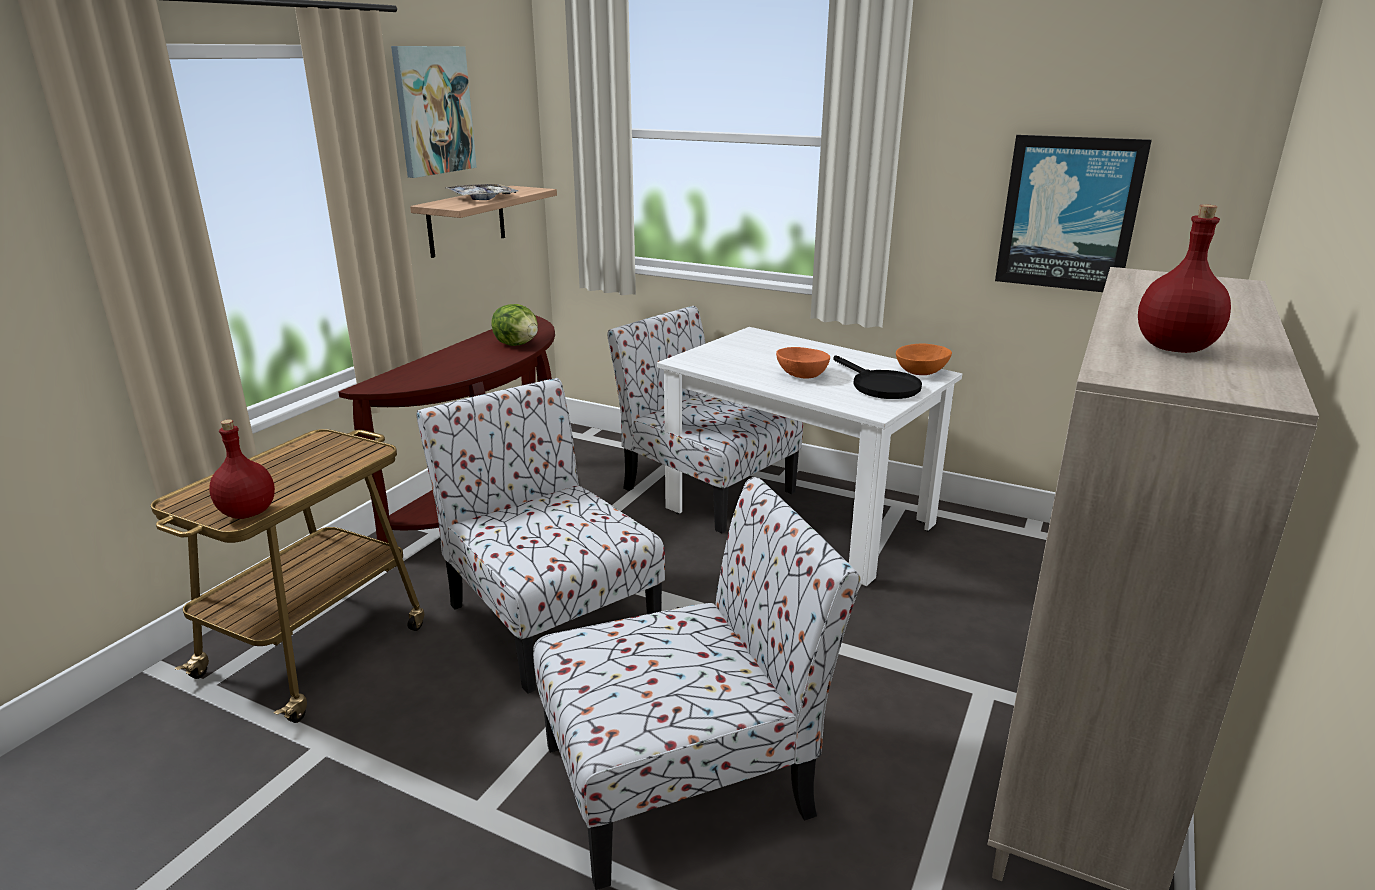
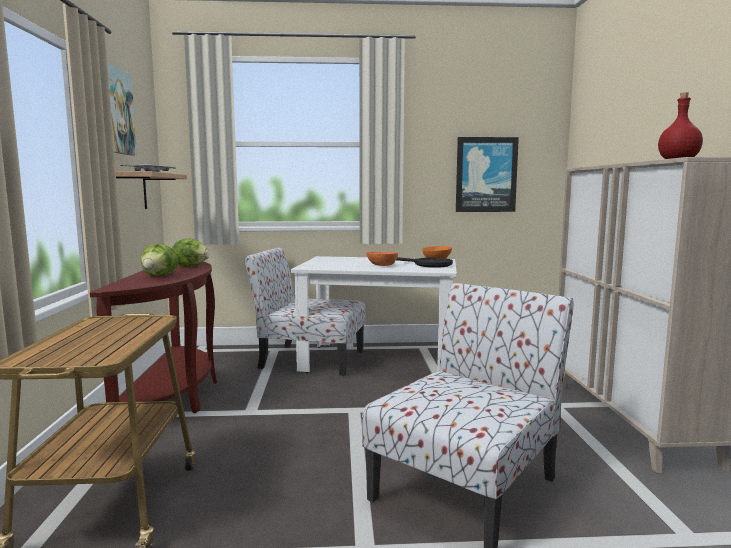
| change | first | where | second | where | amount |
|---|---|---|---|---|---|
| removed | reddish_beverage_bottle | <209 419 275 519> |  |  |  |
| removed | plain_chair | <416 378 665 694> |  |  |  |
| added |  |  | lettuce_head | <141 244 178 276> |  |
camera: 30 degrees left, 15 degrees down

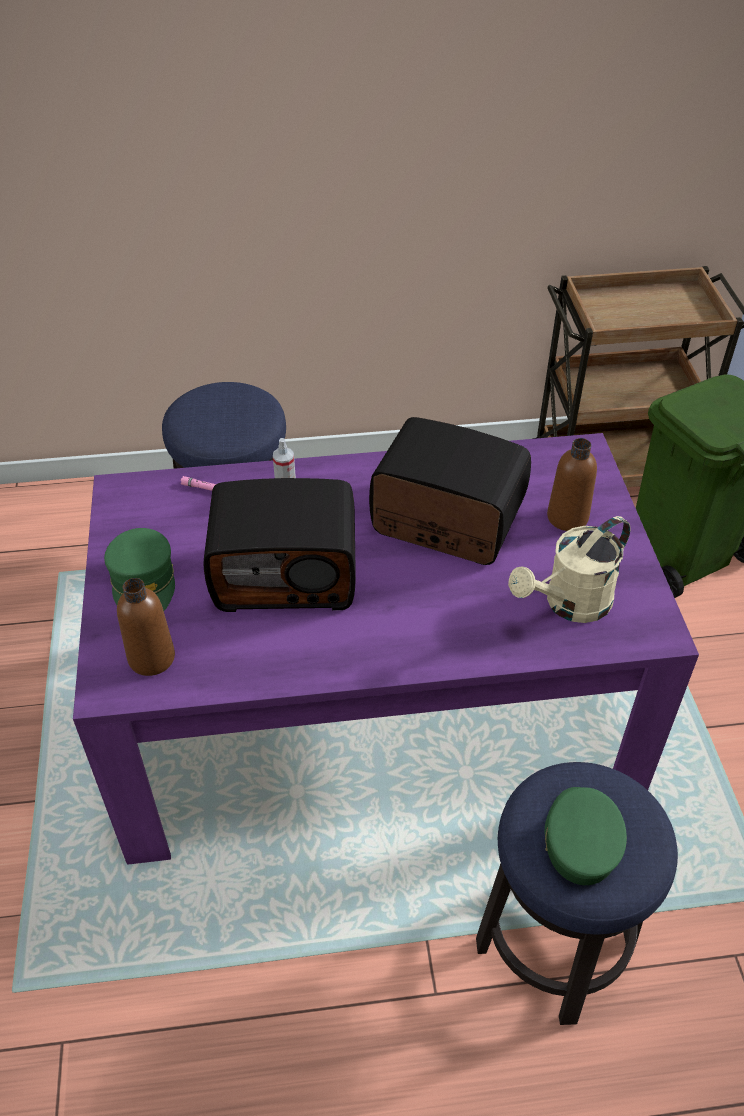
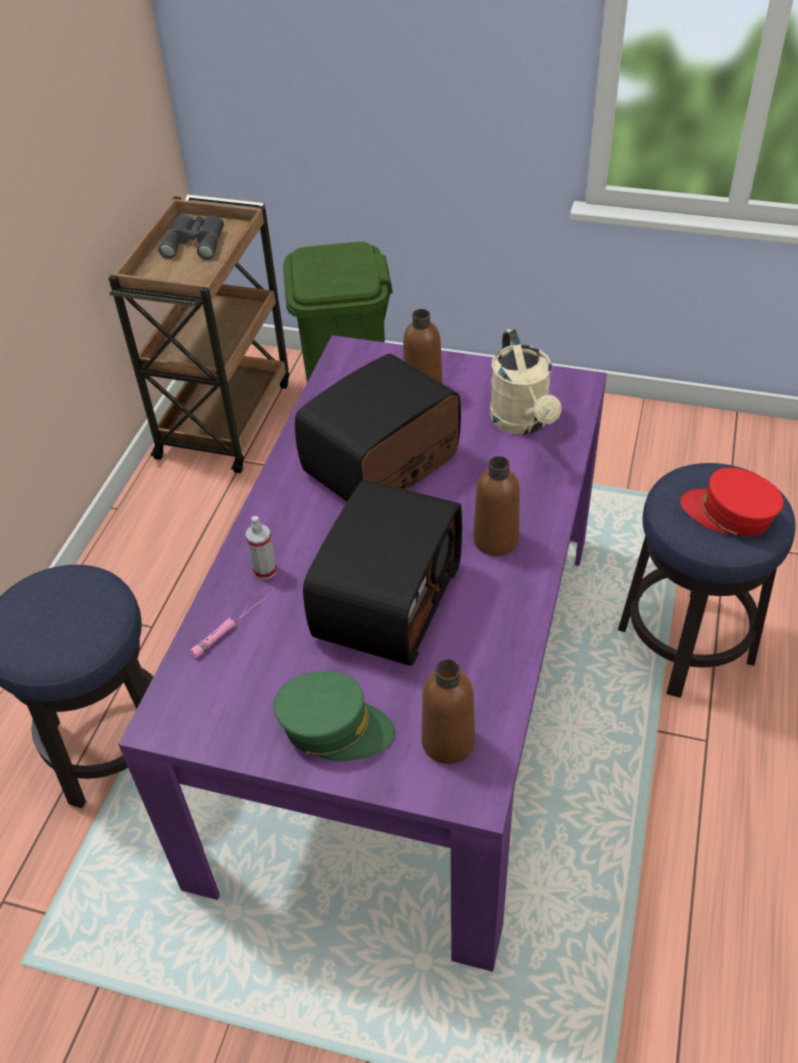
| change | first | where | second | where | amount |
|---|---|---|---|---|---|
| added |  |  | greyish_field_glasses | <158 215 224 260> |  |
| added |  |  | brownish_beverage_bottle | <473 456 520 556> |  |
| recoloured | green_baseball_cap | <545 787 627 885> | reddish_baseball_cap | <680 468 784 536> |  |
camera: 65 degrees left, 0 degrees up

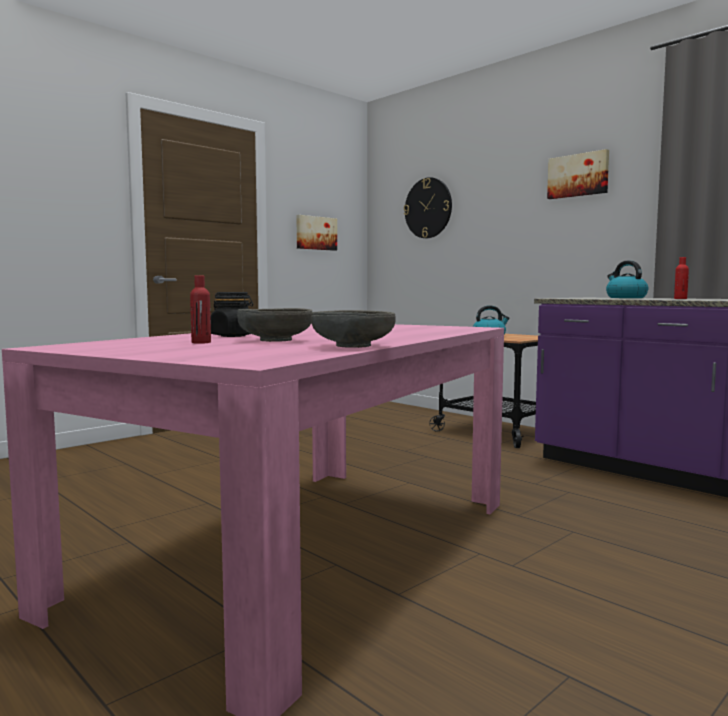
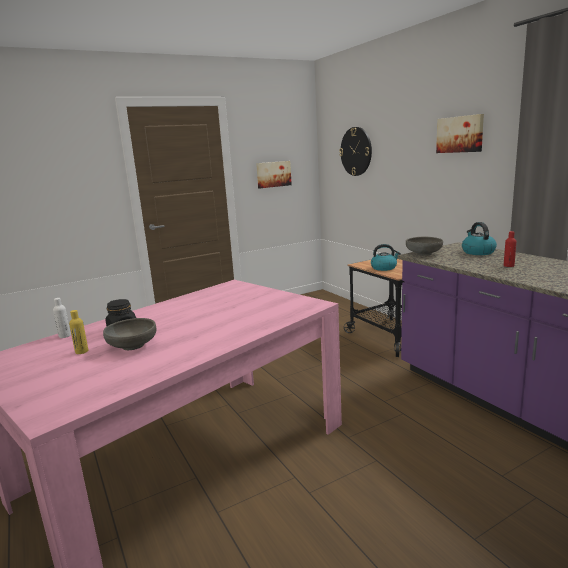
| change | first | where | second | where | amount |
|---|---|---|---|---|---|
| added |  |  | white_beverage_bottle | <53 298 71 338> |  |
| moved | greyish_bowl | <311 310 395 348> |  | <406 237 443 256> |  |
| recoloured | reddish_beverage_bottle | <190 275 211 344> | yellow_beverage_bottle | <69 310 88 354> |  |
camera: 15 degrees right, 10 degrees up

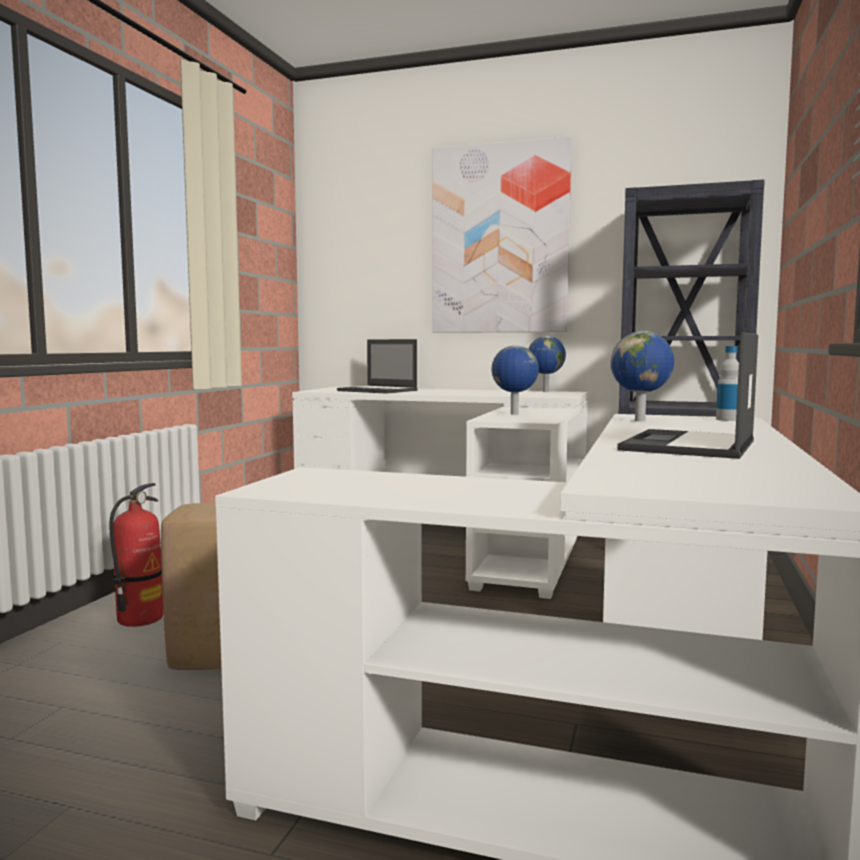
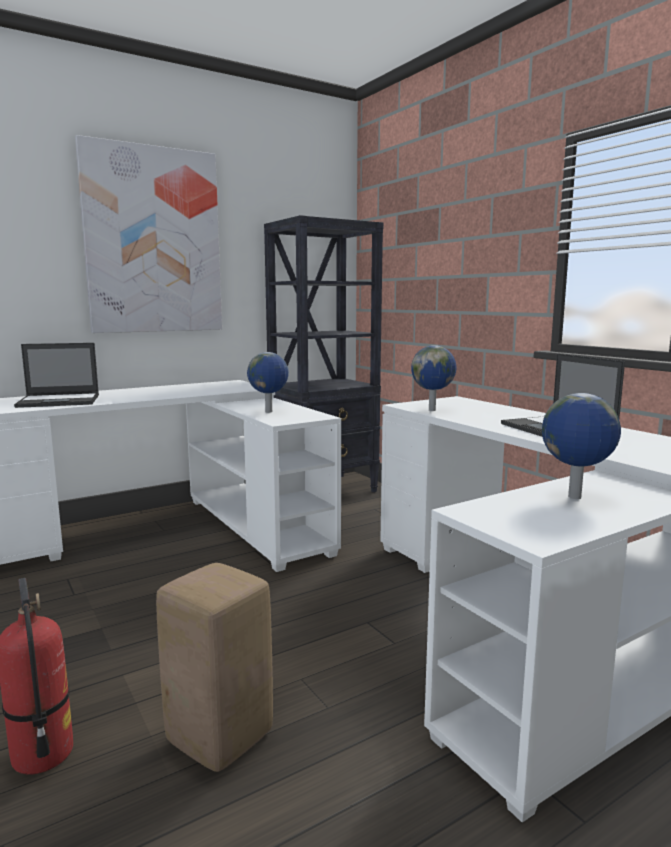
| change | first | where | second | where | amount |
|---|---|---|---|---|---|
| removed | beverage_bottle | <716 346 739 421> |  |  |  |
| moved | globe | <529 336 566 392> |  | <542 393 621 499> |  |
camera: 50 degrees left, 5 degrees up

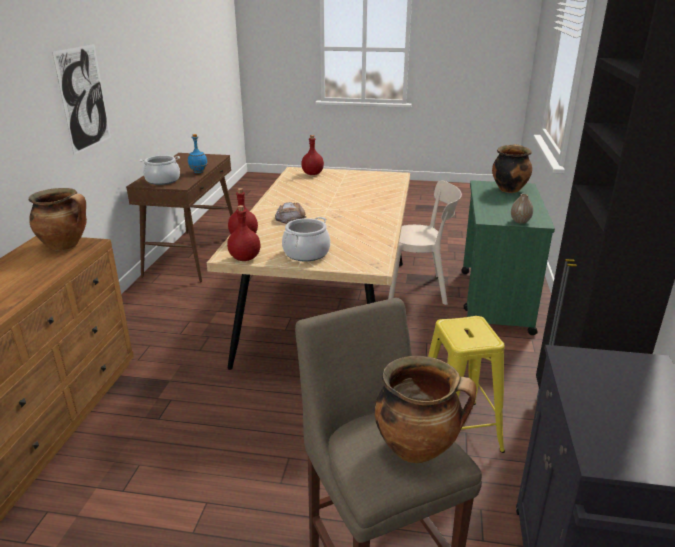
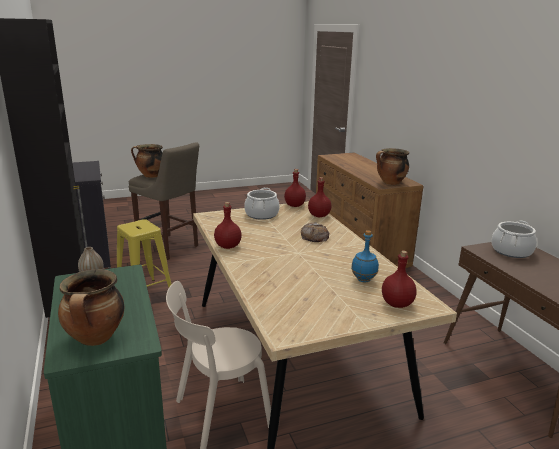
| change | first | where | second | where | amount |
|---|---|---|---|---|---|
| removed | picture | <52 44 111 155> |  |  |  |
| added |  |  | reddish_beverage_bottle | <214 202 242 249> |  |
| moved | blue_beverage_bottle | <188 134 208 173> |  | <351 230 379 283> |  |
camera: 150 degrees right, 5 degrees down

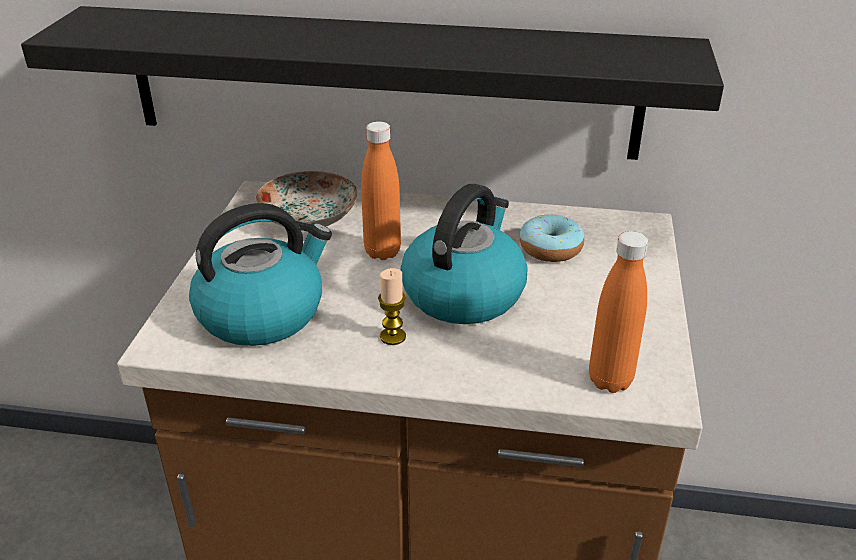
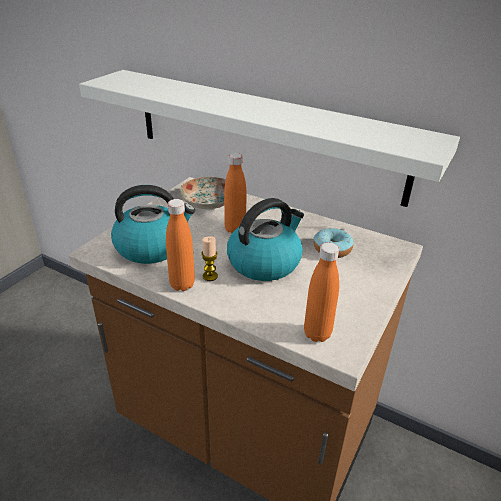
| change | first | where | second | where | amount |
|---|---|---|---|---|---|
| added |  |  | orangey_beverage_bottle | <166 199 195 291> |  |
| recoloured | black-coloured_bracket_shelf | <21 6 724 160> | white_bracket_shelf | <79 70 460 207> |  |
camera: 20 degrees right, 0 degrees up

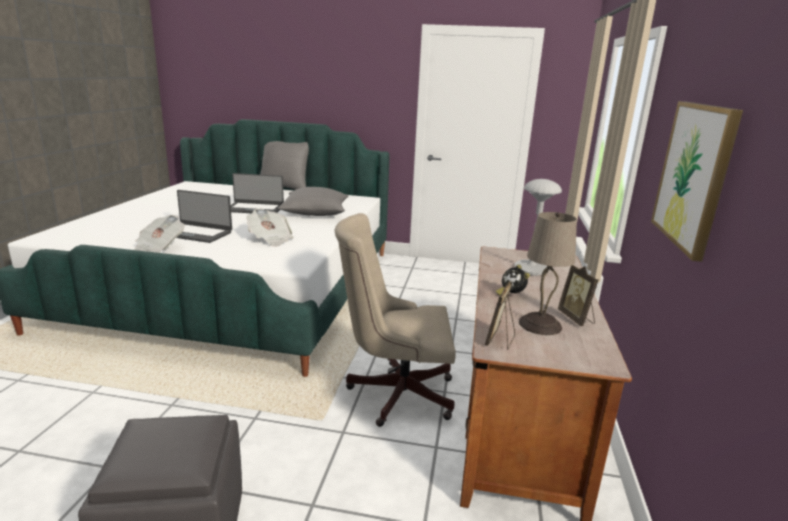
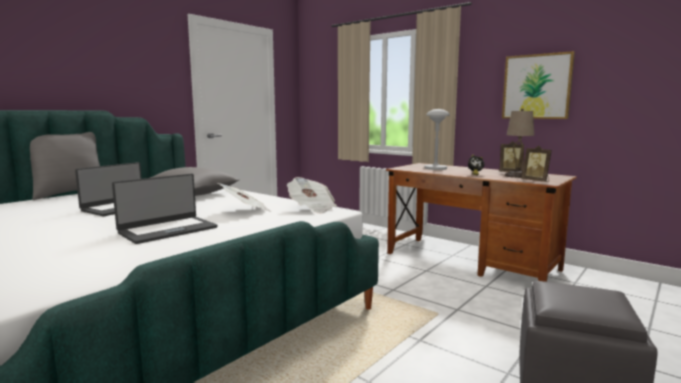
| change | first | where | second | where | amount |
|---|---|---|---|---|---|
| removed | beige-coloured_desk_chair | <335 213 456 427> |  |  |  |
| moved | newspaper | <133 215 184 253> |  | <287 177 337 214> |  |
camera: 60 degrees left, 10 degrees down

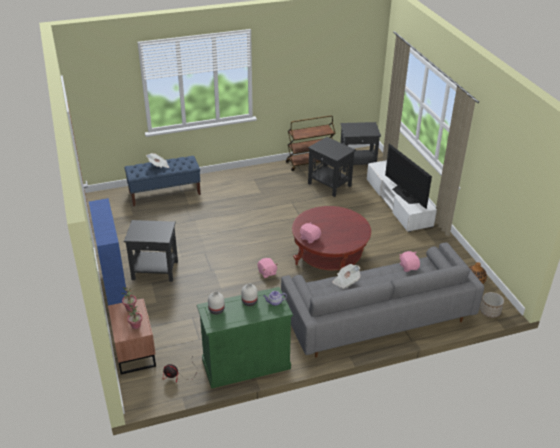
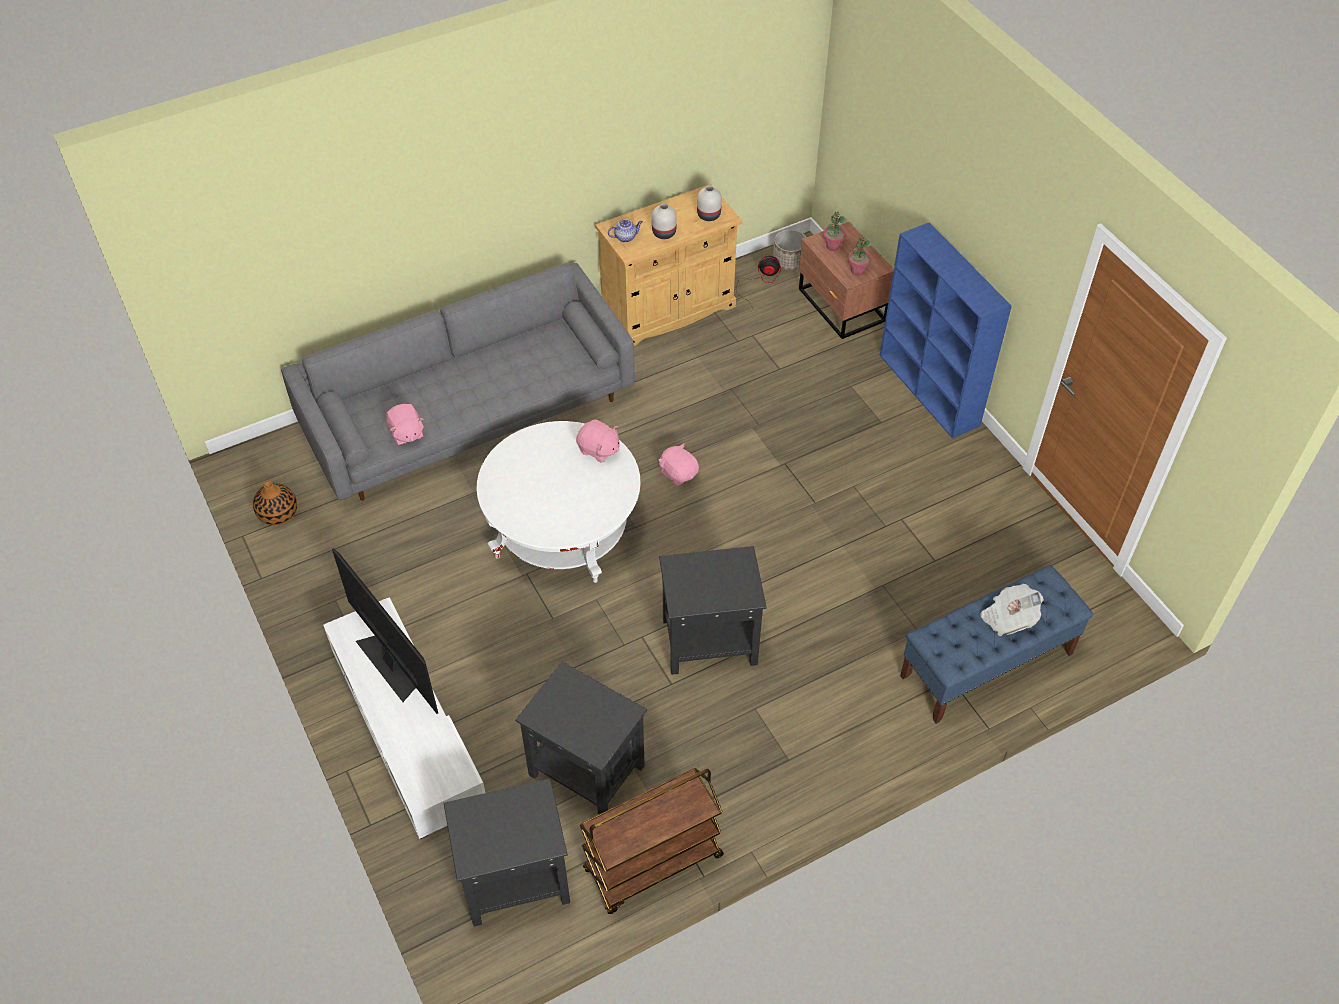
| change | first | where | second | where | amount |
|---|---|---|---|---|---|
| removed | newspaper | <332 264 361 289> |  |  |  |
| moved | black-coloured_side_table | <124 220 178 282> |  | <659 546 767 675> |  |
| moved | plant_pot | <480 292 504 318> |  | <773 229 806 271> |  |
| recoloured | green_storage_cabinet | <197 287 293 389> | beige-coloured_storage_cabinet | <595 184 742 346> |  |
| recoloured | reddish_low_table | <292 206 371 270> | white_low_table | <477 421 641 583> |  |
camera: 170 degrees right, 15 degrees up

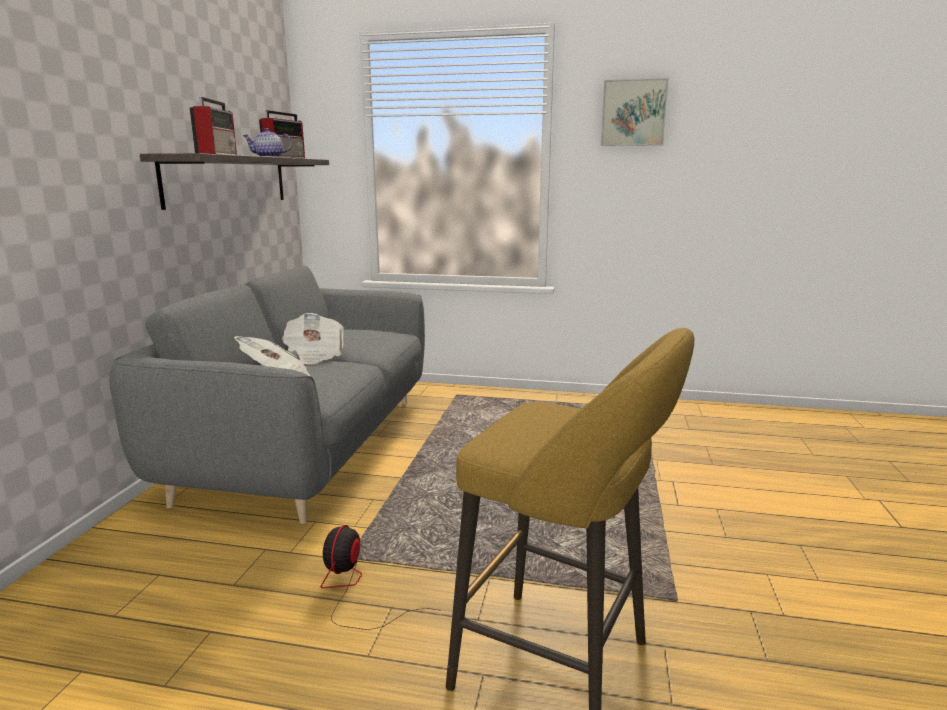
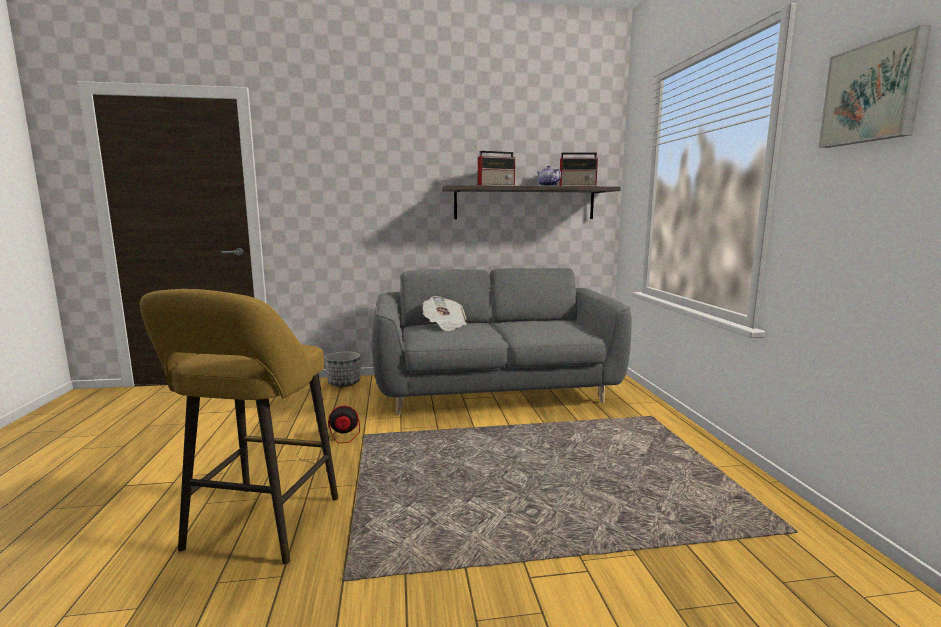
| change | first | where | second | where | amount |
|---|---|---|---|---|---|
| removed | newspaper | <282 313 344 365> |  |  |  |
| added |  |  | plant_pot | <325 351 361 387> |  |
camera: 70 degrees right, 5 degrees down

